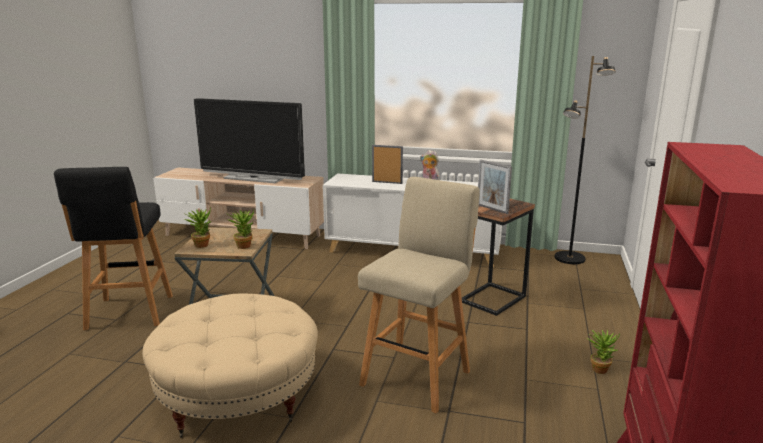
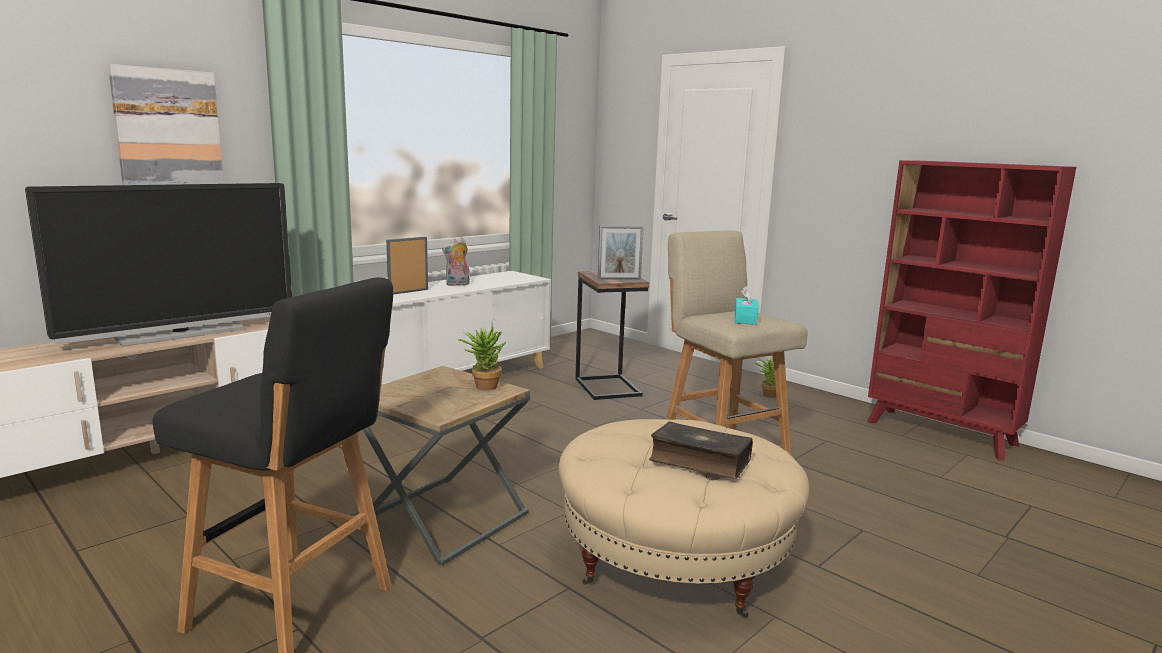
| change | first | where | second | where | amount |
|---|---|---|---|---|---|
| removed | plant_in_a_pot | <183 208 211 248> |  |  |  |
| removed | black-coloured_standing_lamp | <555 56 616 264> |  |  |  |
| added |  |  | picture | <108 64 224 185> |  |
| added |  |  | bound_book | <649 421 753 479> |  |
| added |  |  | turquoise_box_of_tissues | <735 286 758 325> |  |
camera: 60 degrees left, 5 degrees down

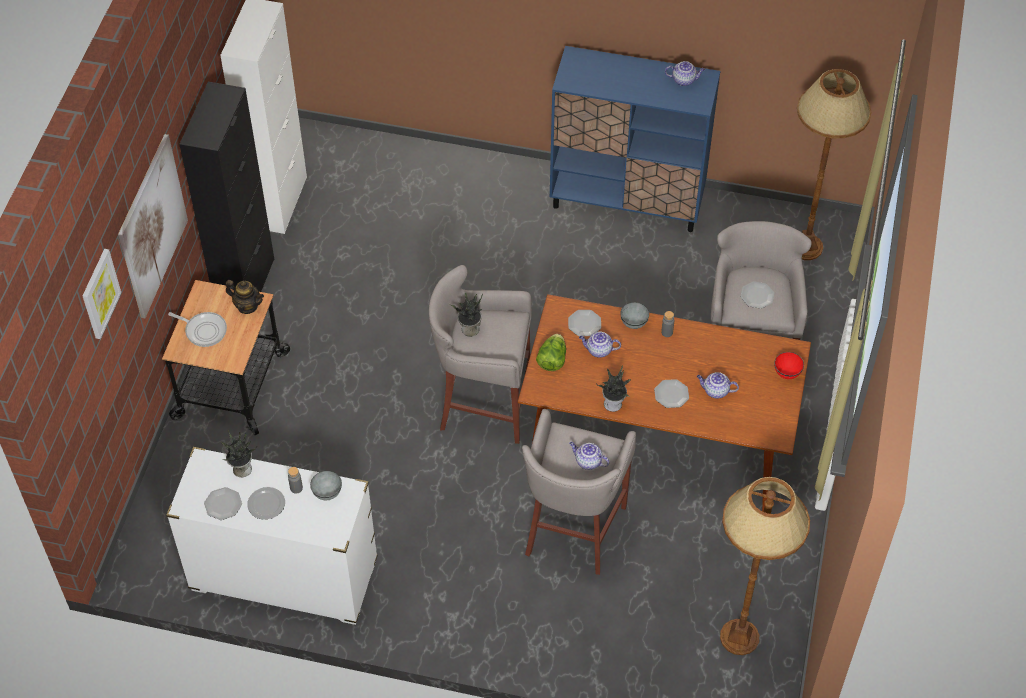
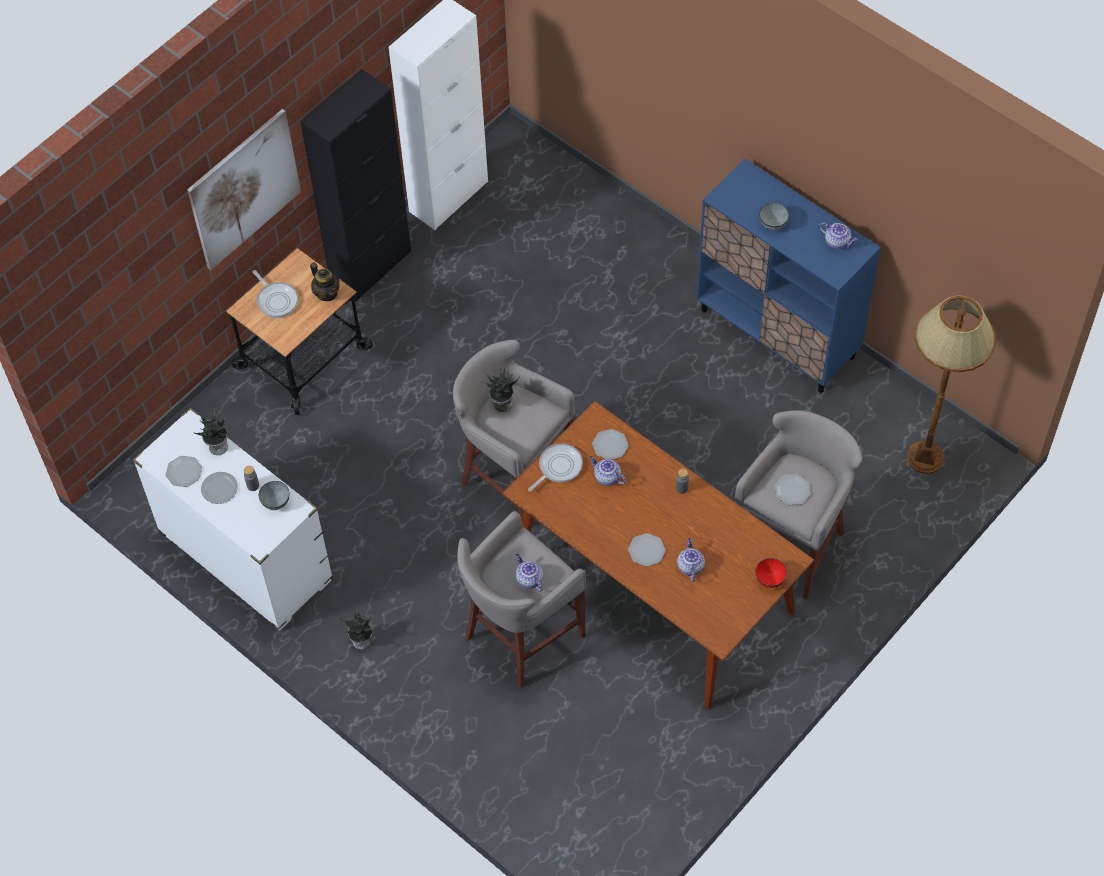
| change | first | where | second | where | amount |
|---|---|---|---|---|---|
| removed | picture | <82 249 121 339> |  |  |  |
| removed | brownish_standing_lamp | <720 477 810 655> |  |  |  |
| moved | plant_in_a_pot | <596 365 631 412> |  | <340 610 374 650> |  |
| moved | greyish_bowl | <620 302 649 329> |  | <759 203 789 230> |  |
| replaced | lettuce_head | <536 334 566 371> | frying_pan | <528 443 583 491> |  |
| turned | tea_pot | <697 372 739 399> |  | <677 538 705 582> | 45 degrees clockwise |
camera: 30 degrees right, 5 degrees up

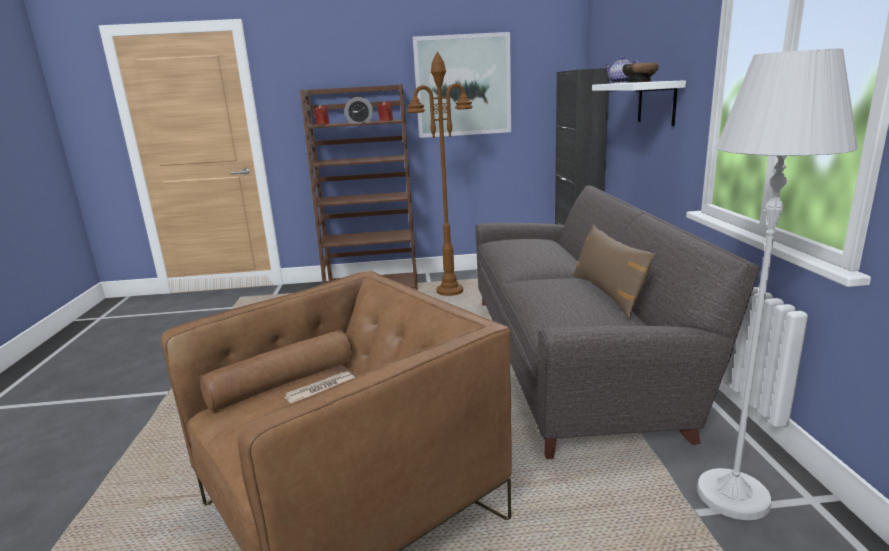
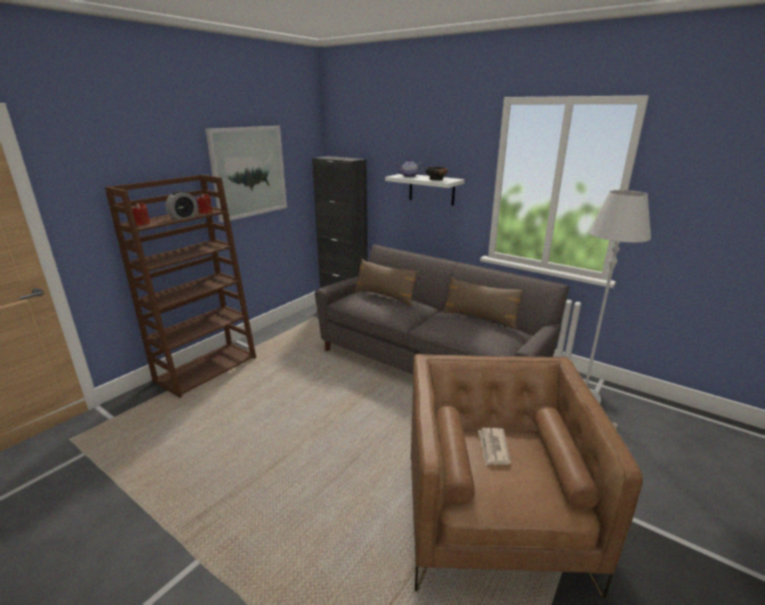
| change | first | where | second | where | amount |
|---|---|---|---|---|---|
| removed | brownish_standing_lamp | <407 52 473 296> |  |  |  |
| added |  |  | brownish_pillow | <354 259 419 306> |  |
camera: 50 degrees left, 5 degrees up

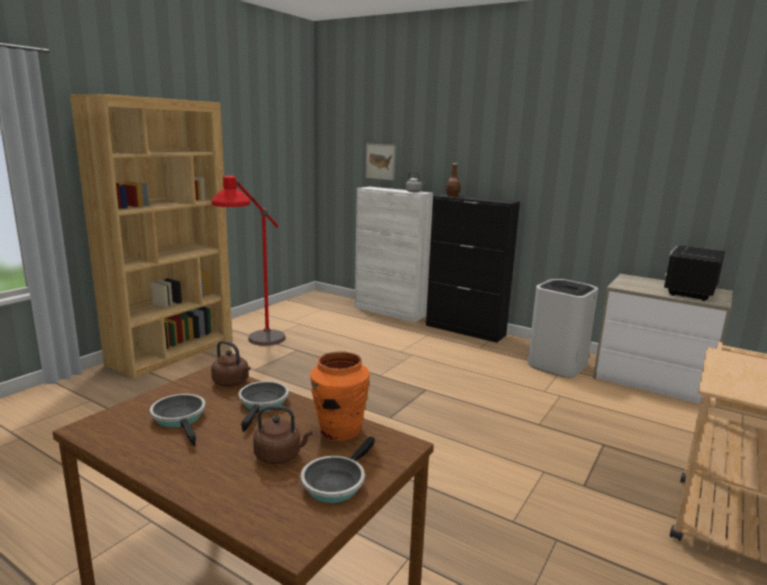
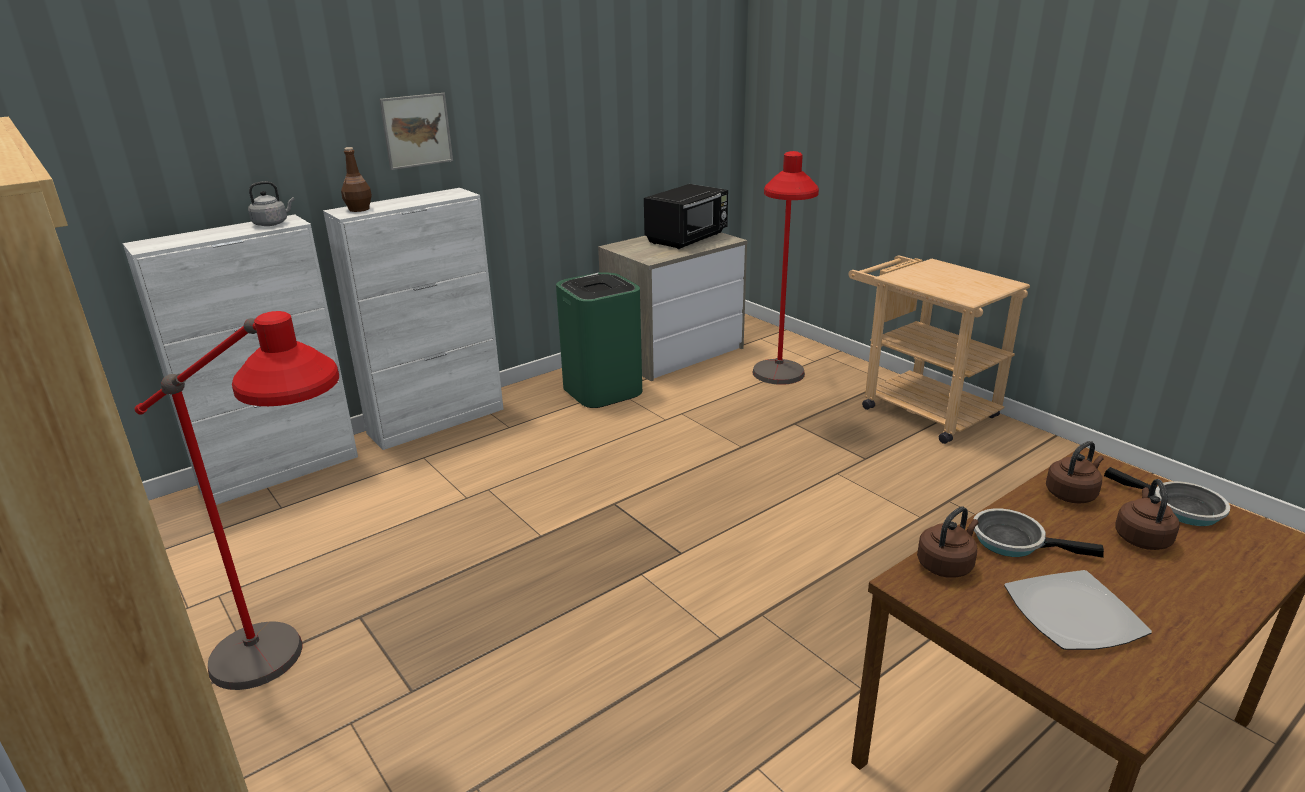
| change | first | where | second | where | amount |
|---|---|---|---|---|---|
| added |  |  | reddish_standing_lamp | <753 151 819 385> |  |
| moved | picture | <365 144 396 181> |  | <379 93 453 170> |  |
| replaced | frying_pan | <150 394 206 446> | flat_dish | <1004 570 1152 650> |  |
| replaced | orangey_flower_vase | <310 351 370 441> | brownish_tea_kettle | <1046 441 1104 504> |  |
| recoloured | black-coloured_storage_cabinet | <426 194 520 343> | white_storage_cabinet | <323 188 504 450> |  |
| recoloured | white_rubbish_bin | <528 279 599 378> | green_rubbish_bin | <556 272 642 408> |  |
| turned | black-coloured_microwave_oven | <664 245 725 301> |  | <644 184 728 249> | 105 degrees counterclockwise |
camera: 70 degrees left, 10 degrees up

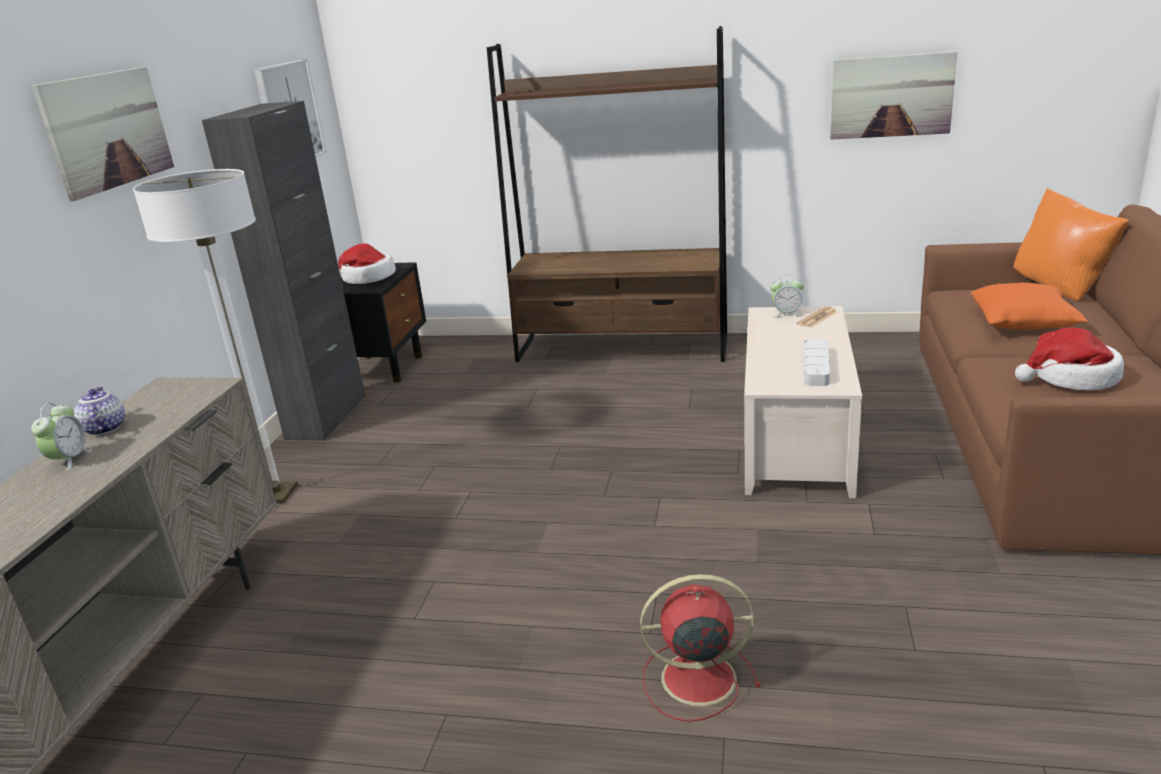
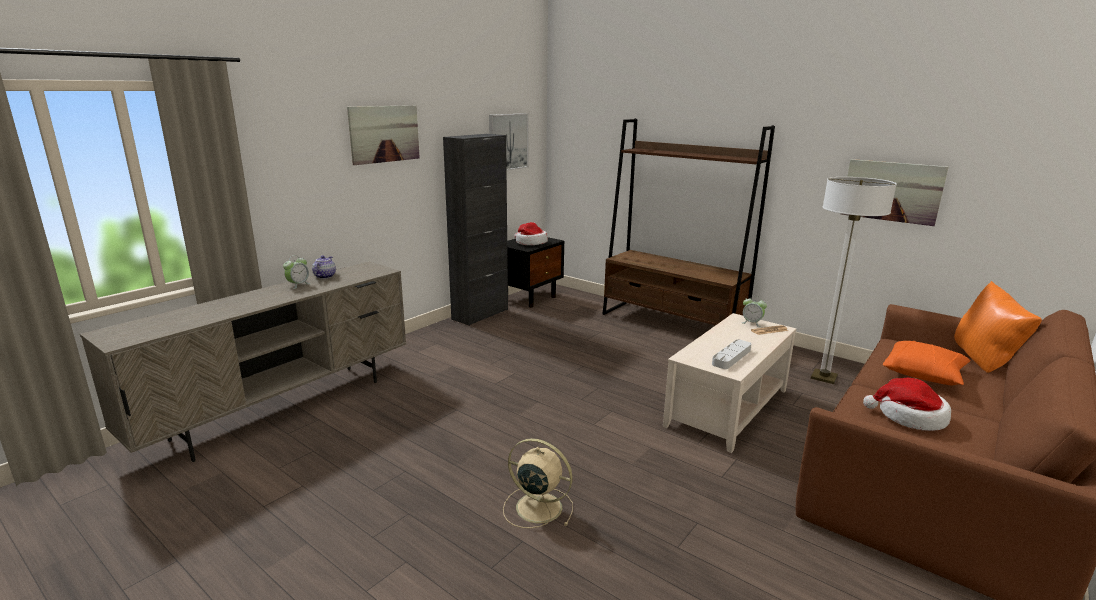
| change | first | where | second | where | amount |
|---|---|---|---|---|---|
| moved | standing_lamp | <133 169 298 503> |  | <811 177 897 384> |  |
| recoloured | reddish_electric_fan | <640 574 760 722> | beige-coloured_electric_fan | <503 438 573 528> |  |
camera: 25 degrees right, 5 degrees down

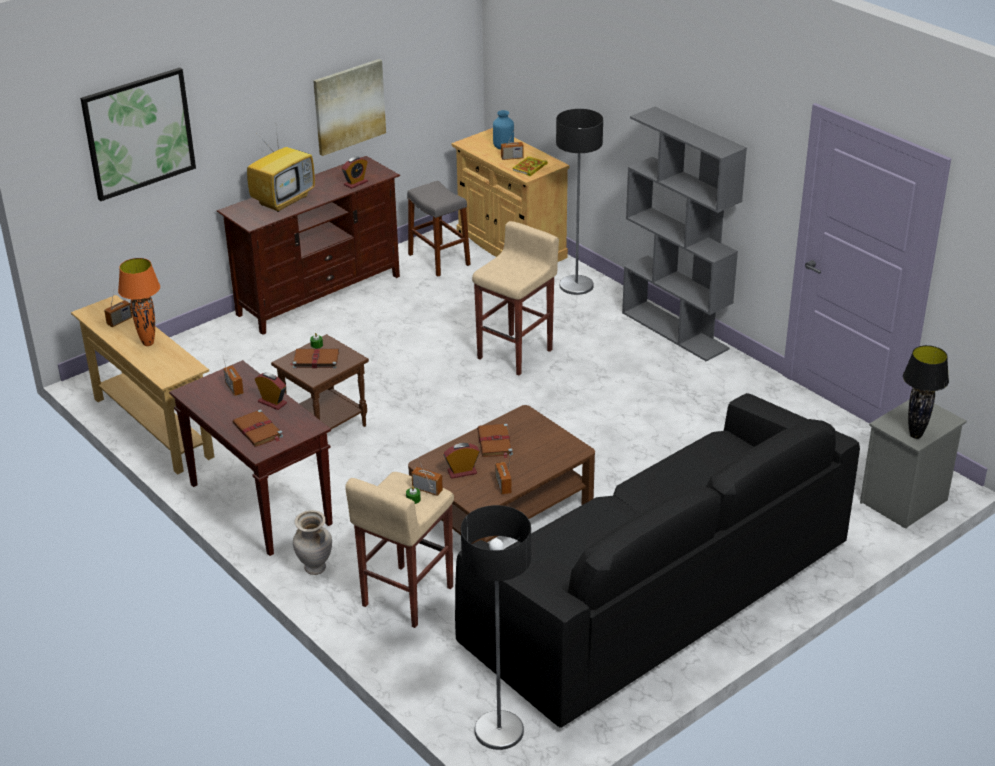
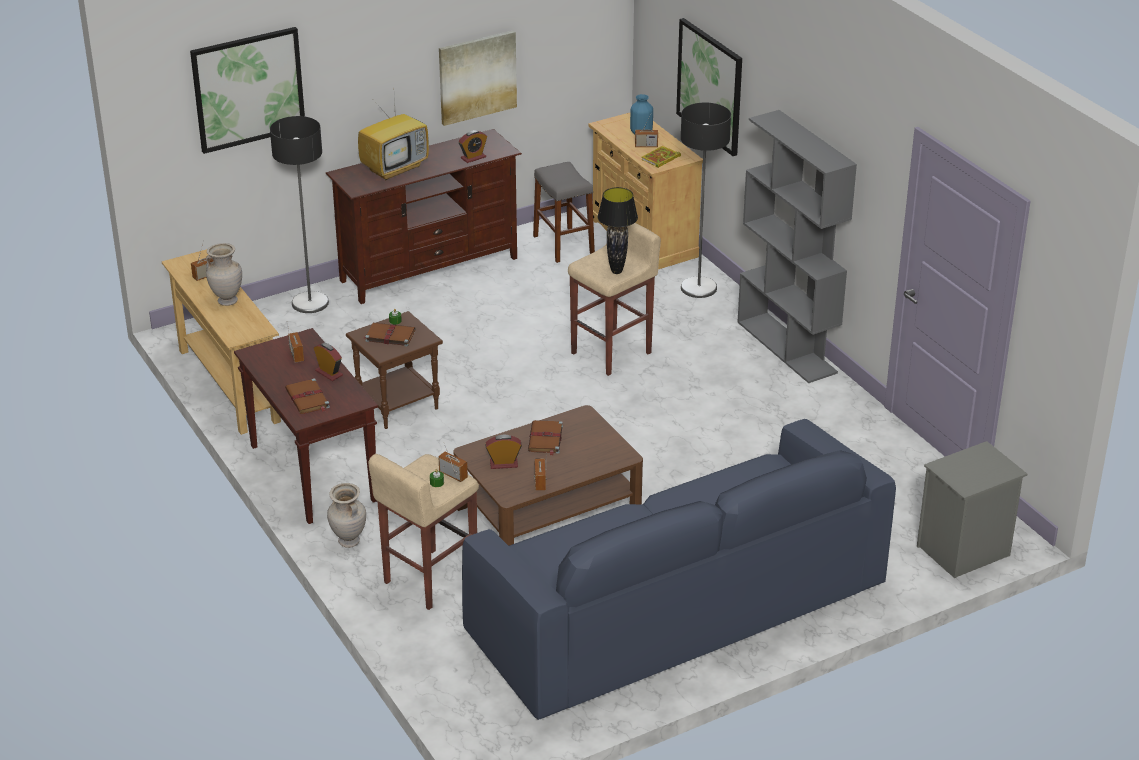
| change | first | where | second | where | amount |
|---|---|---|---|---|---|
| added |  |  | picture | <676 18 742 156> |  |
| moved | standing_lamp | <461 505 531 750> |  | <270 116 329 313> |  |
| moved | black-coloured_tabletop_lamp | <903 345 949 439> |  | <598 187 638 274> |  |
| replaced | orangey_tabletop_lamp | <118 258 160 346> | beige-coloured_flower_vase | <206 243 242 306> |  |
| recoloured | black-coloured_couch | <455 393 860 728> | blue_couch | <462 419 896 720> |  |
camera: 10 degrees right, 0 degrees up

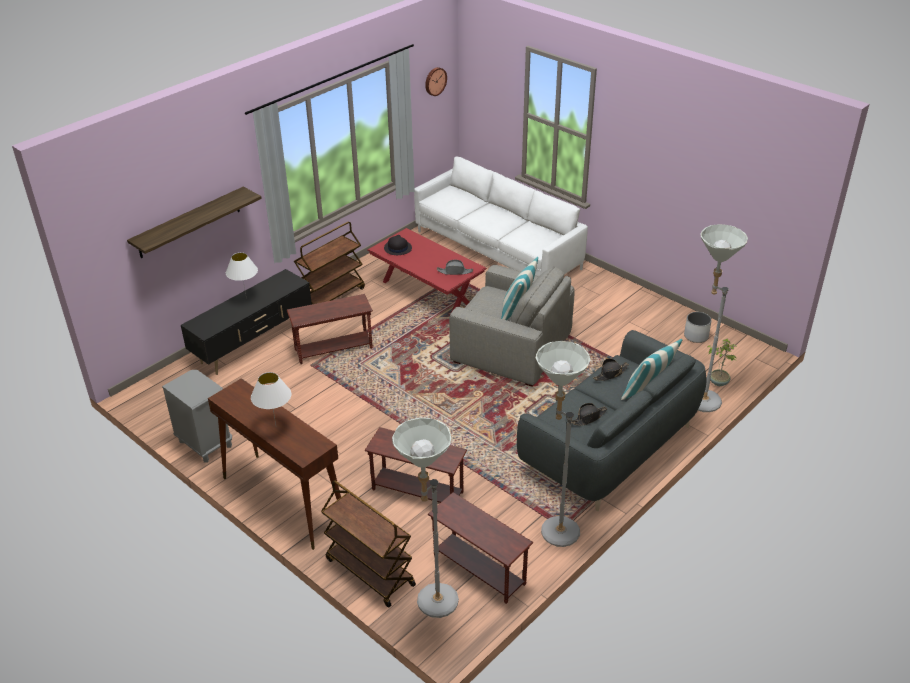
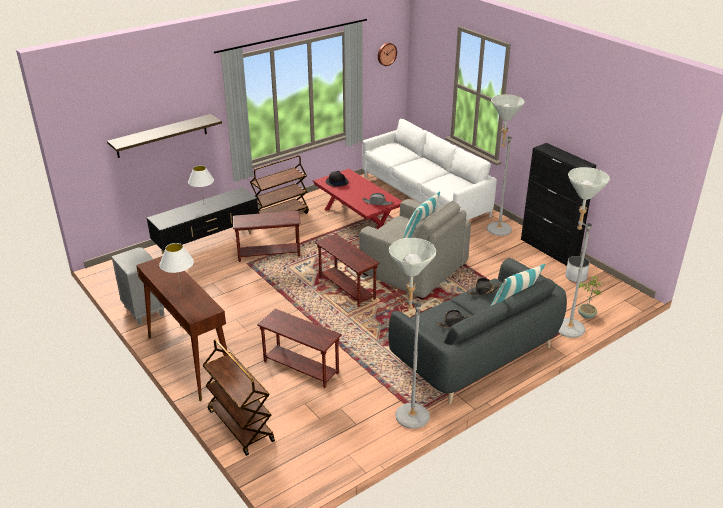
| change | first | where | second | where | amount |
|---|---|---|---|---|---|
| added |  |  | black-coloured_storage_cabinet | <521 143 597 266> |  |
| moved | greyish_standing_lamp | <392 418 459 618> |  | <487 94 525 236> |  |
| moved | brownish_side_table | <428 492 533 604> |  | <315 234 380 307> |  |
camera: 10 degrees right, 5 degrees down

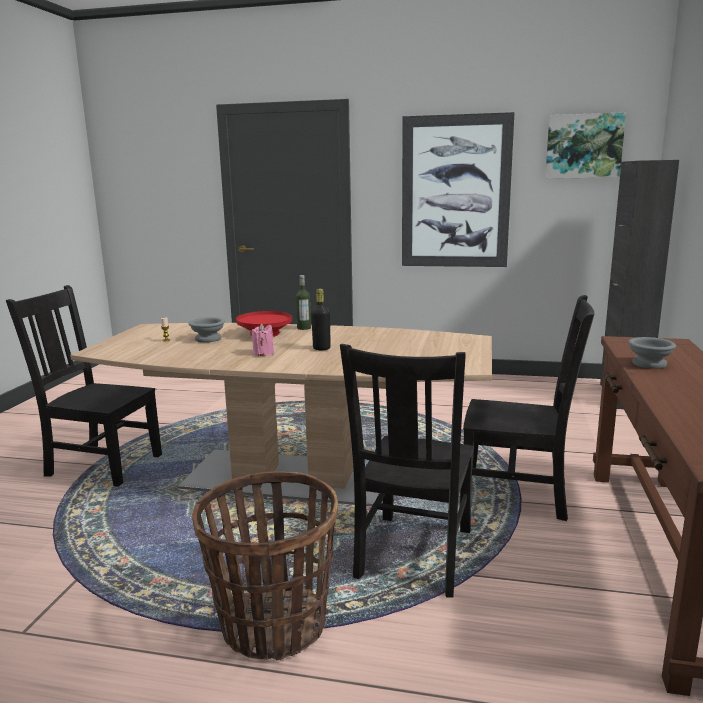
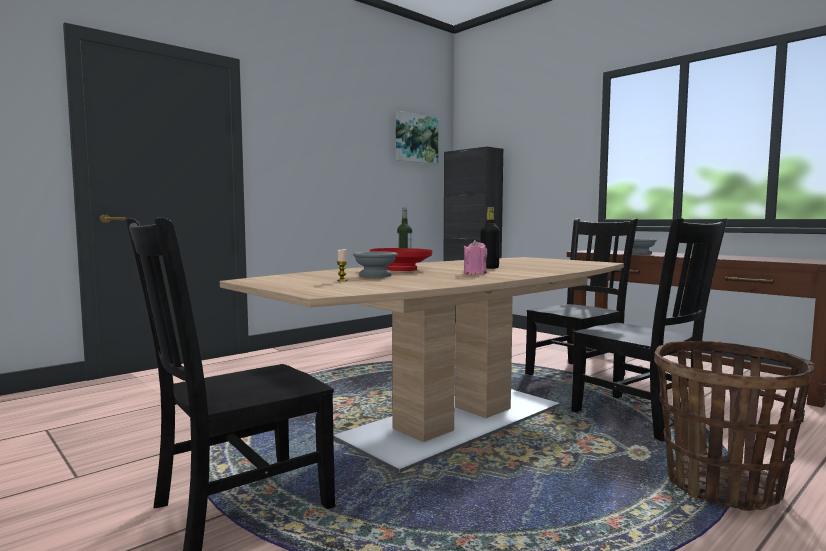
| change | first | where | second | where | amount |
|---|---|---|---|---|---|
| removed | picture | <402 112 515 267> |  |  |  |
camera: 55 degrees left, 10 degrees down

